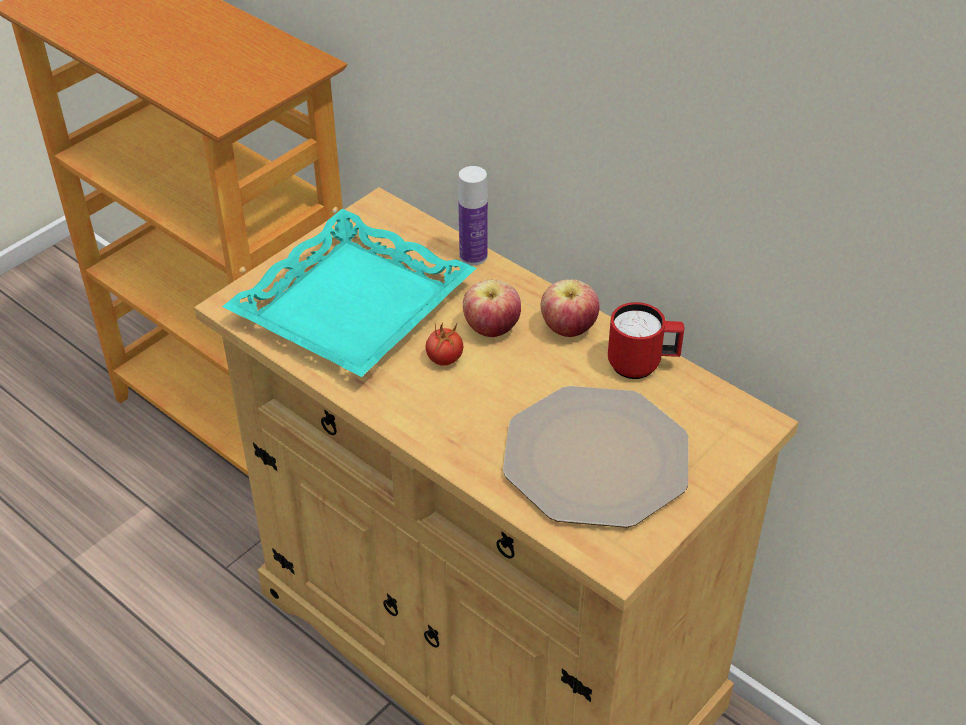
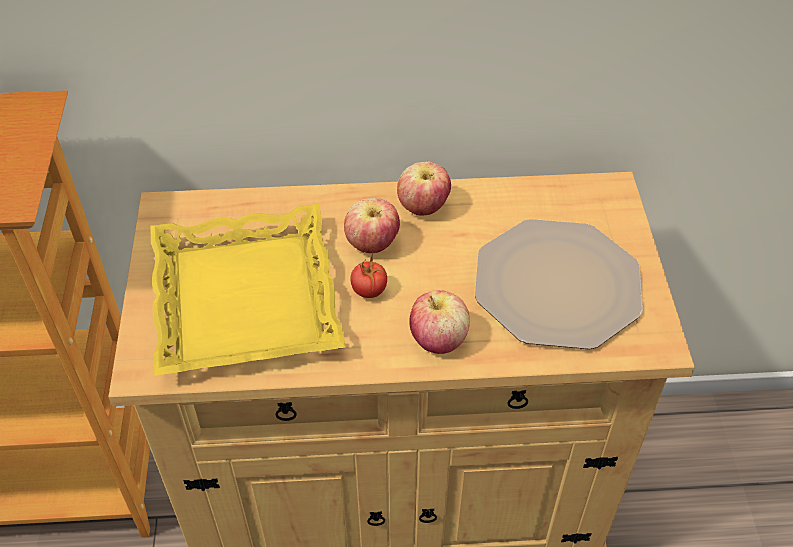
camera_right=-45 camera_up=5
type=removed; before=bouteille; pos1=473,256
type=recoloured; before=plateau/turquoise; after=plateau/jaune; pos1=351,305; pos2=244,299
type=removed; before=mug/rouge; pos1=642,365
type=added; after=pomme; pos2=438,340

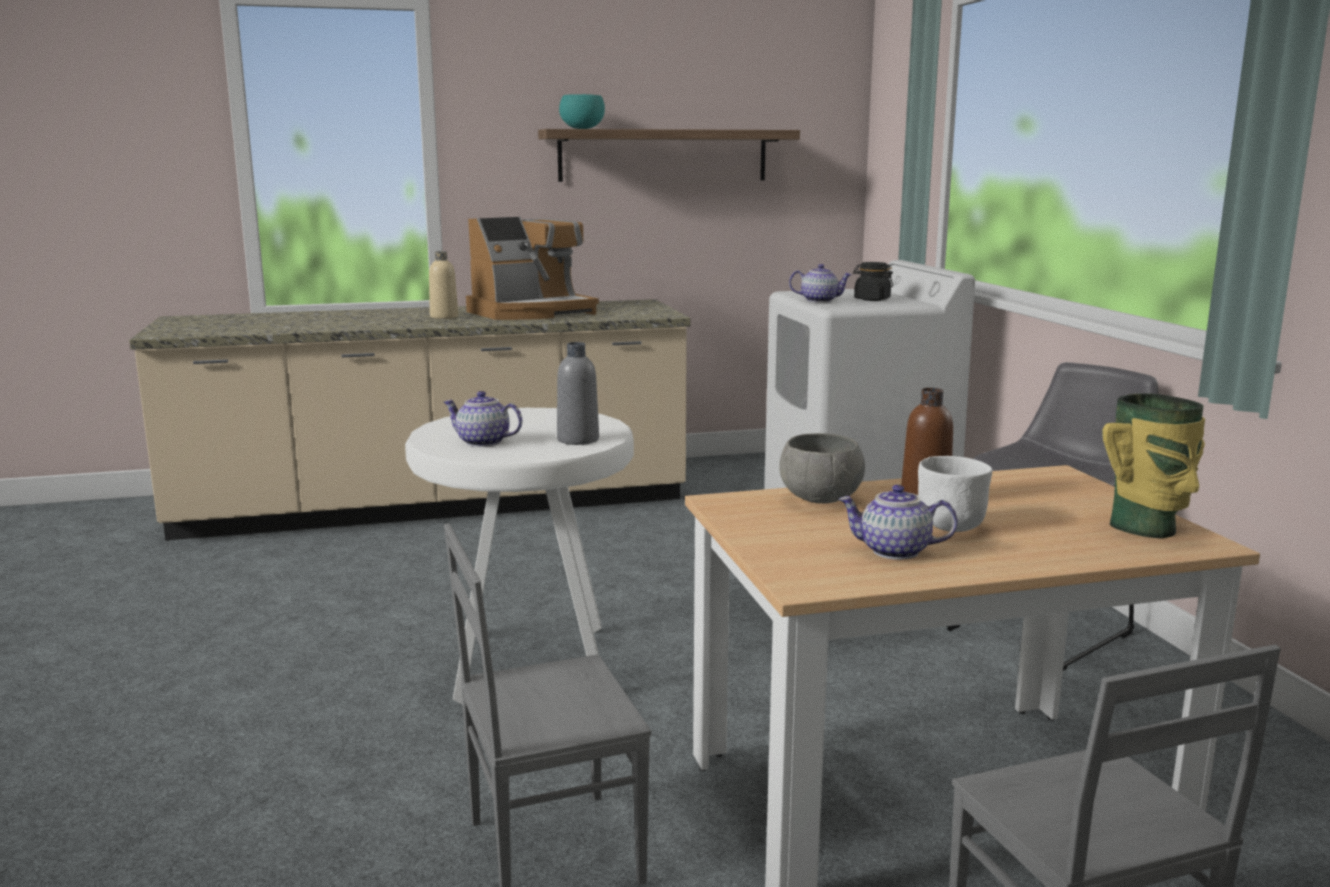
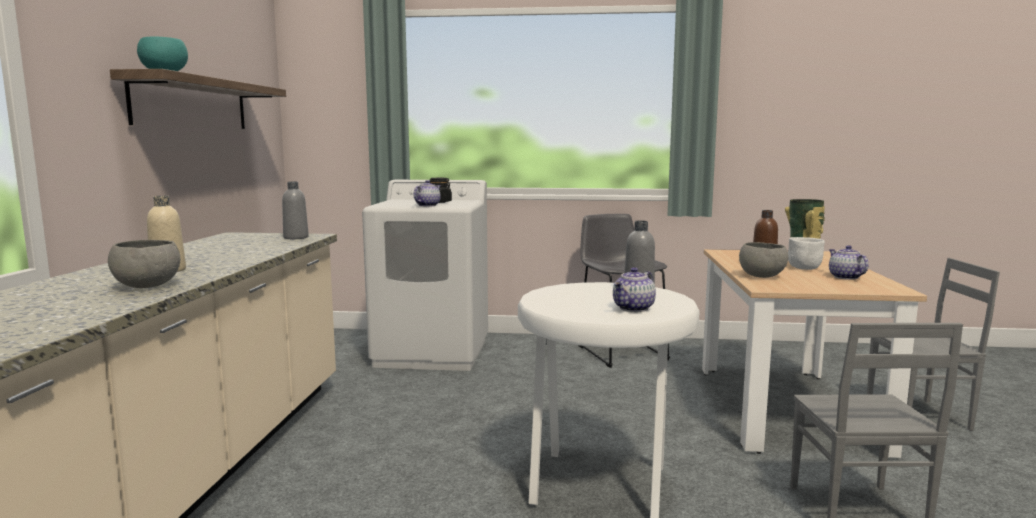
camera_right=-70 camera_up=-5
type=removed; before=machine à café; pos1=532,312
type=turned; before=théière; pos1=894,552; pos2=844,277; turn=135
type=added; after=bouteille/gris; pos2=296,237
type=added; after=bol/gris; pos2=148,286

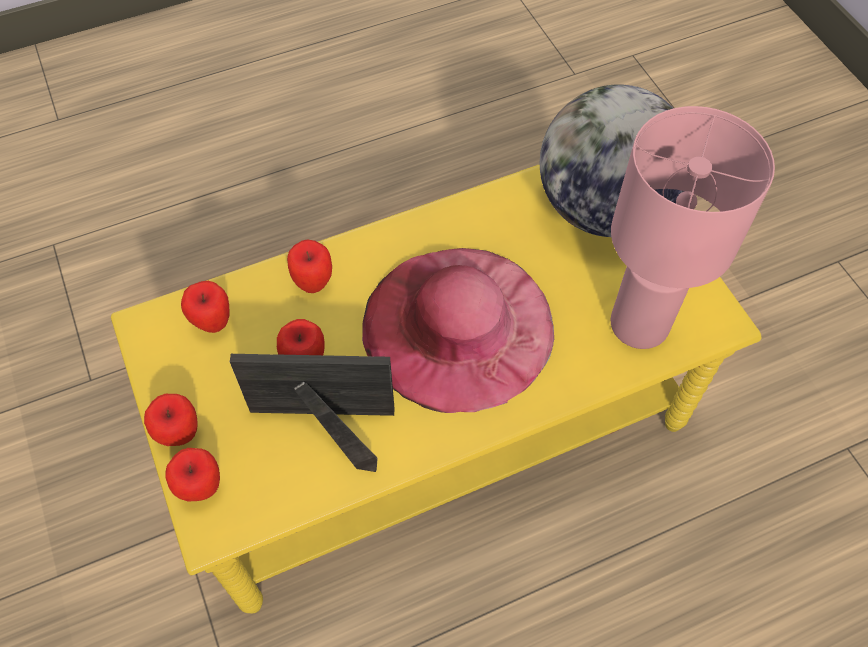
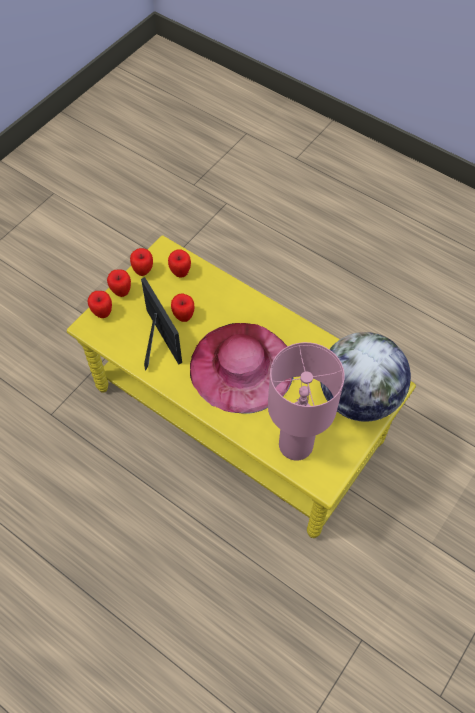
camera_right=60 camera_up=0
type=moved; before=pomme; pos1=313,283; pos2=143,271

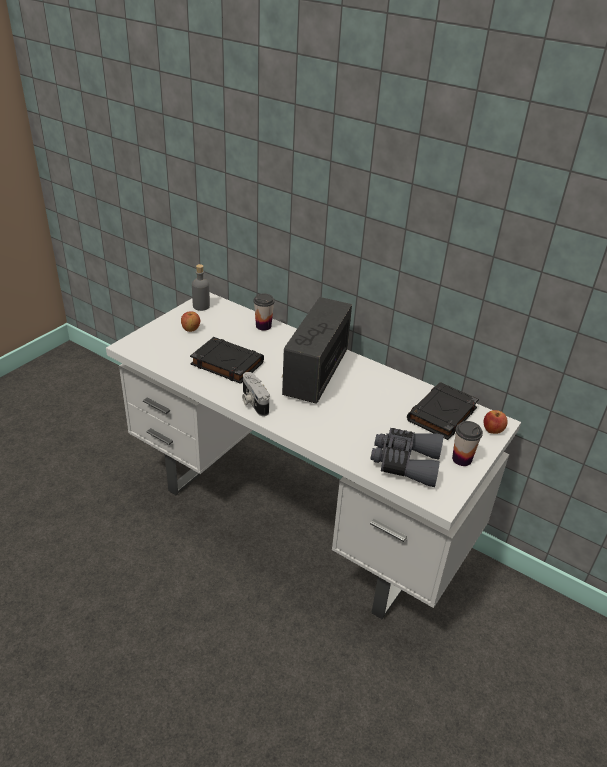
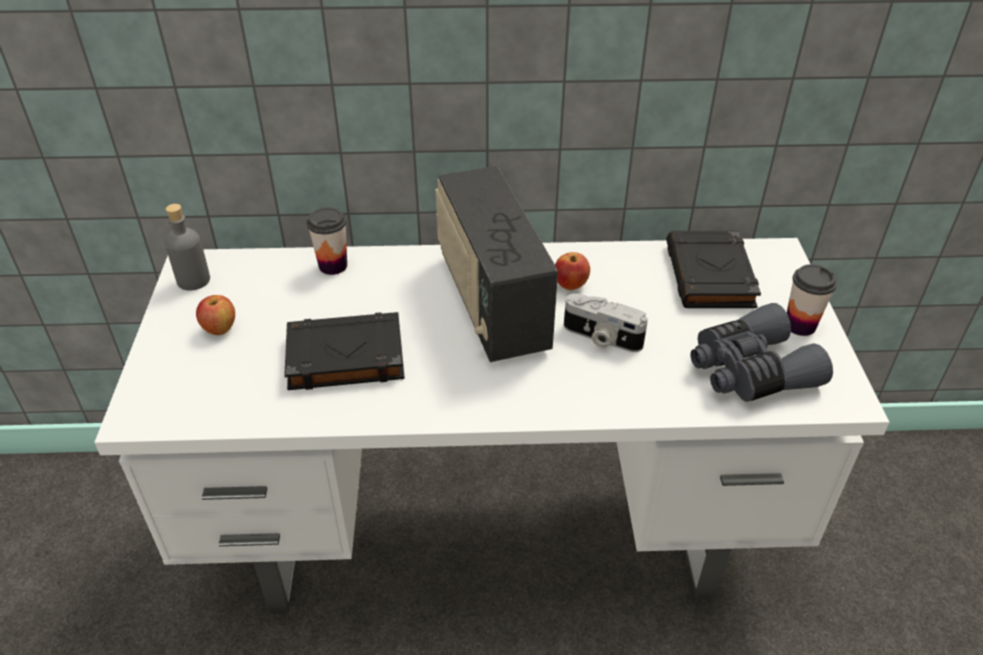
camera_right=-35 camera_up=5
type=moved; before=appareil photo; pos1=253,402; pos2=601,338
type=moved; before=pomme; pos1=492,430; pos2=571,285

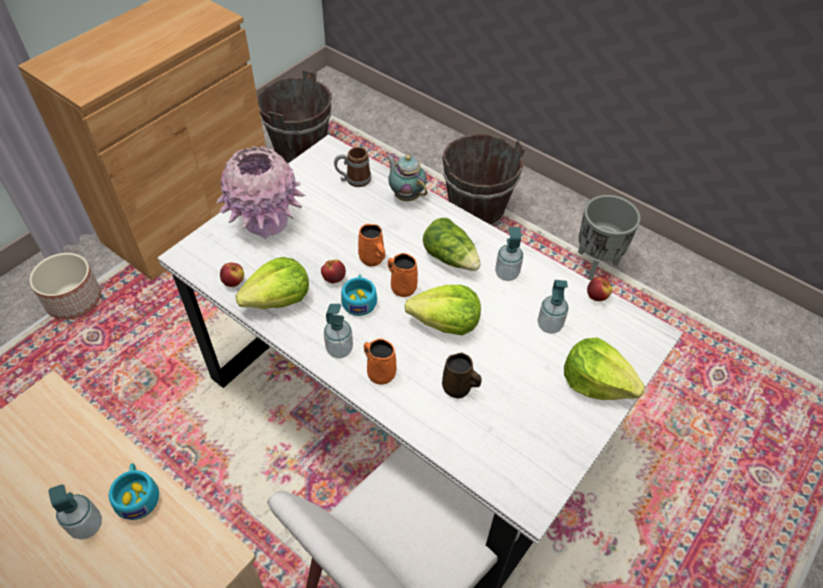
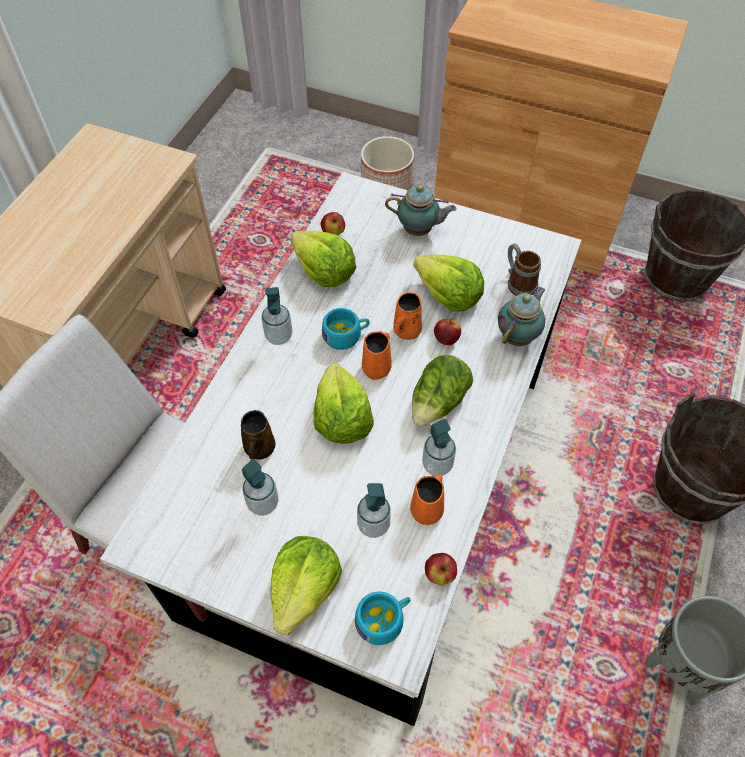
camera_right=75 camera_up=5
type=replaced; before=vase/rose; after=théière; pos1=266,222; pos2=419,231
type=moved; before=pomme; pos1=334,279; pos2=446,339
type=moved; before=mug/orange; pos1=380,372; pos2=427,509
type=moved; before=tasse/turquoise; pos1=138,495; pos2=384,619
type=moved; before=distributeur de savon; pos1=87,525; pos2=263,503
type=added; after=laitue; pos2=448,296

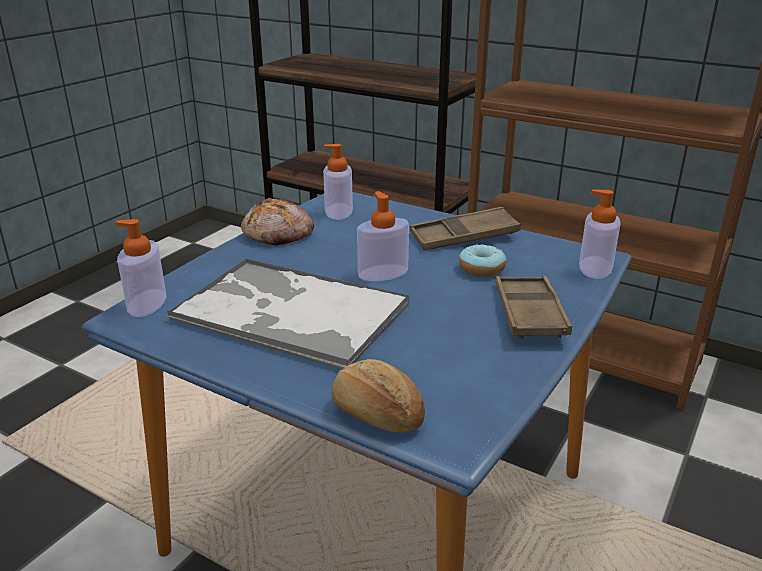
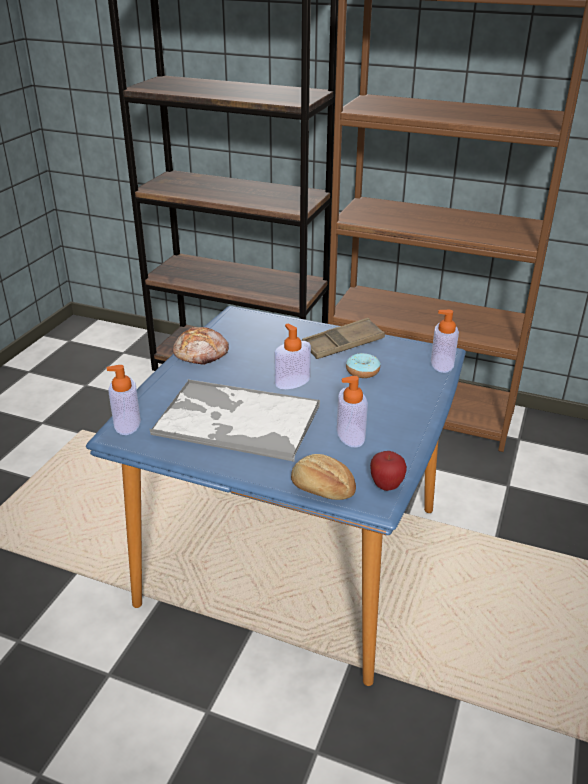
camera_right=-10 camera_up=5
type=moved; before=distributeur de savon; pos1=338,211; pos2=350,435
type=removed; before=plateau/marron; pos1=529,313
type=added; after=pomme; pos2=386,486

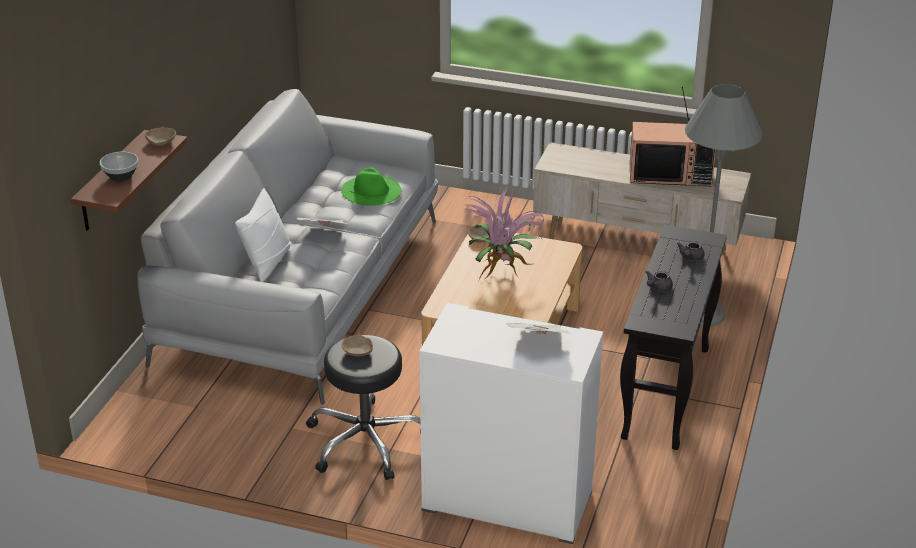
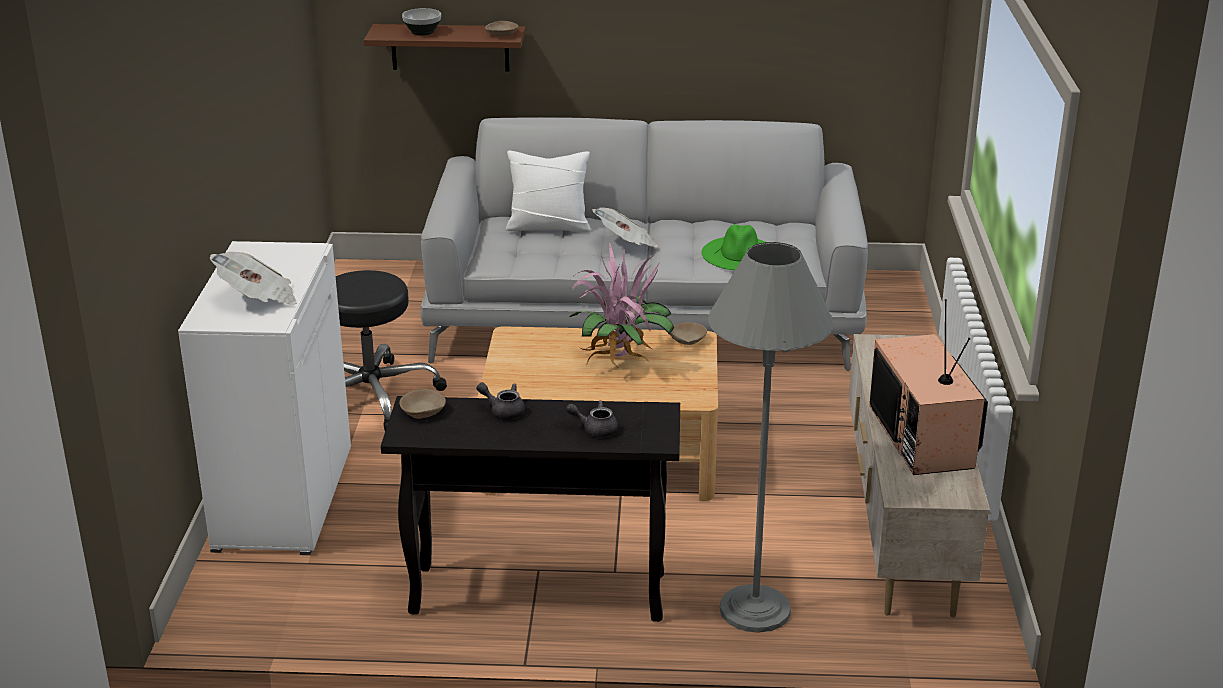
camera_right=75 camera_up=-5
type=moved; before=bol/beige; pos1=358,351; pos2=423,412

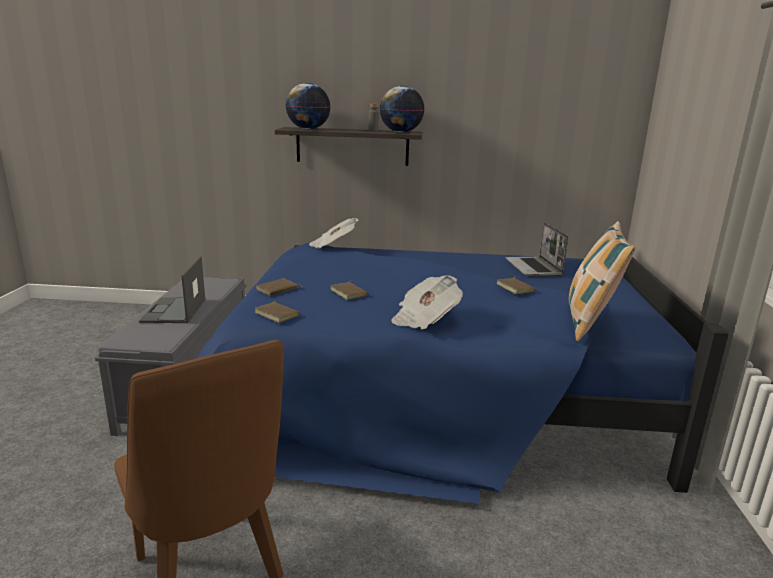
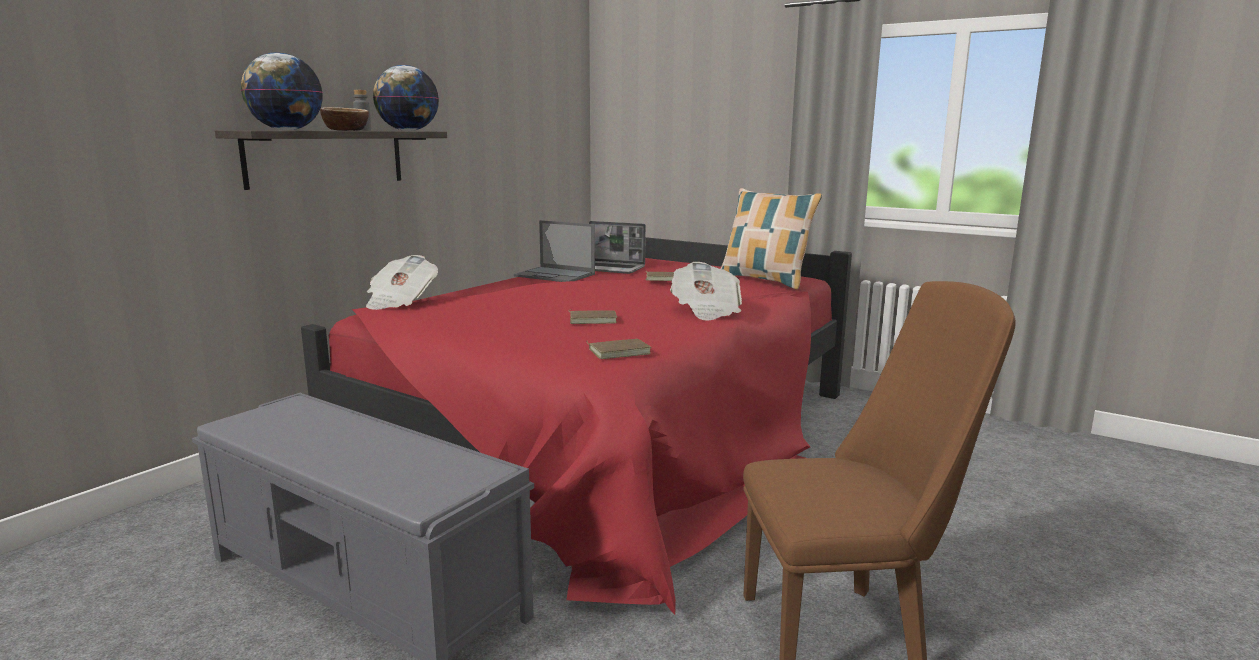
camera_right=-60 camera_up=-5
type=recoloured; before=lit/bleu; after=lit/rouge; pos1=435,395; pos2=615,434
type=moved; before=ordinateur portable; pos1=174,311; pos2=555,275
type=removed; before=livre/marron; pos1=278,290
type=added; after=bol; pos2=346,130

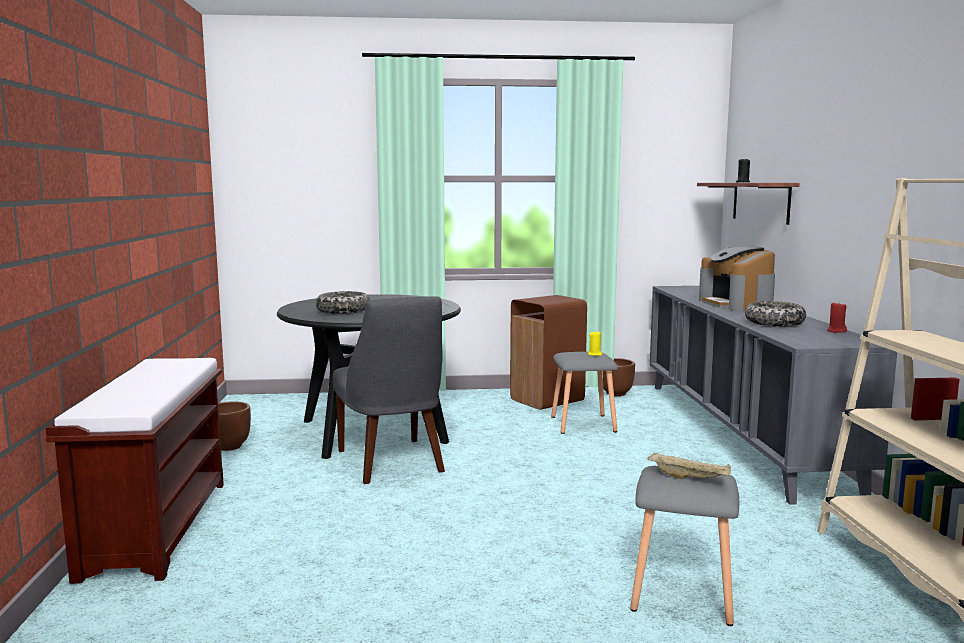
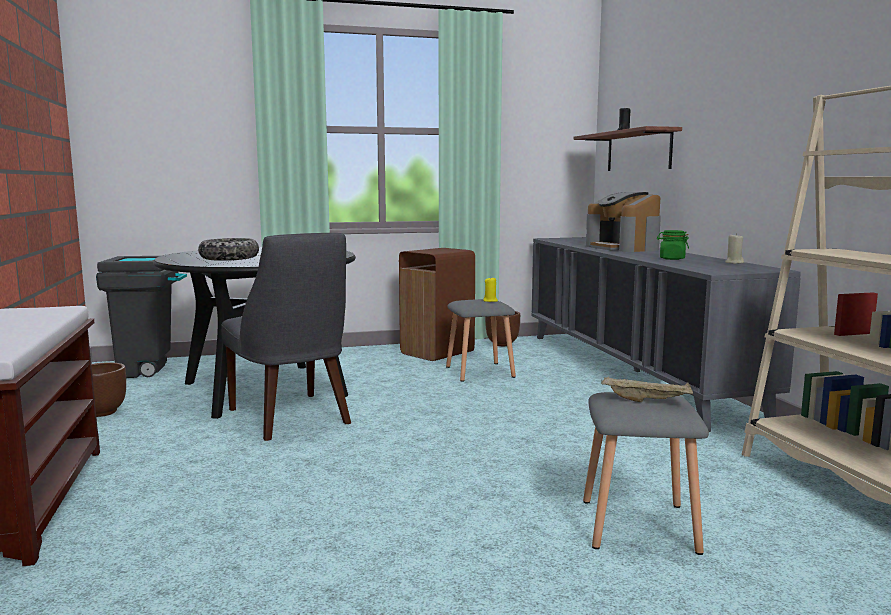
camera_right=-10 camera_up=0
type=replaced; before=bol; after=bocal/vert; pos1=774,323; pos2=671,259
type=recoloured; before=bougie/rouge; after=bougie/beige; pos1=836,331; pos2=734,262
type=added; after=poubelle/gris; pos2=150,371

